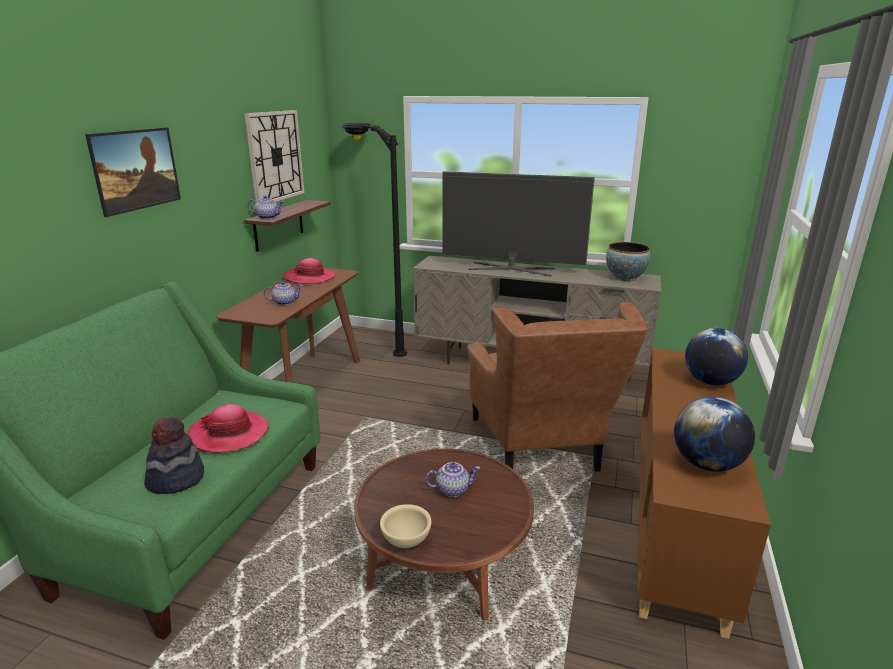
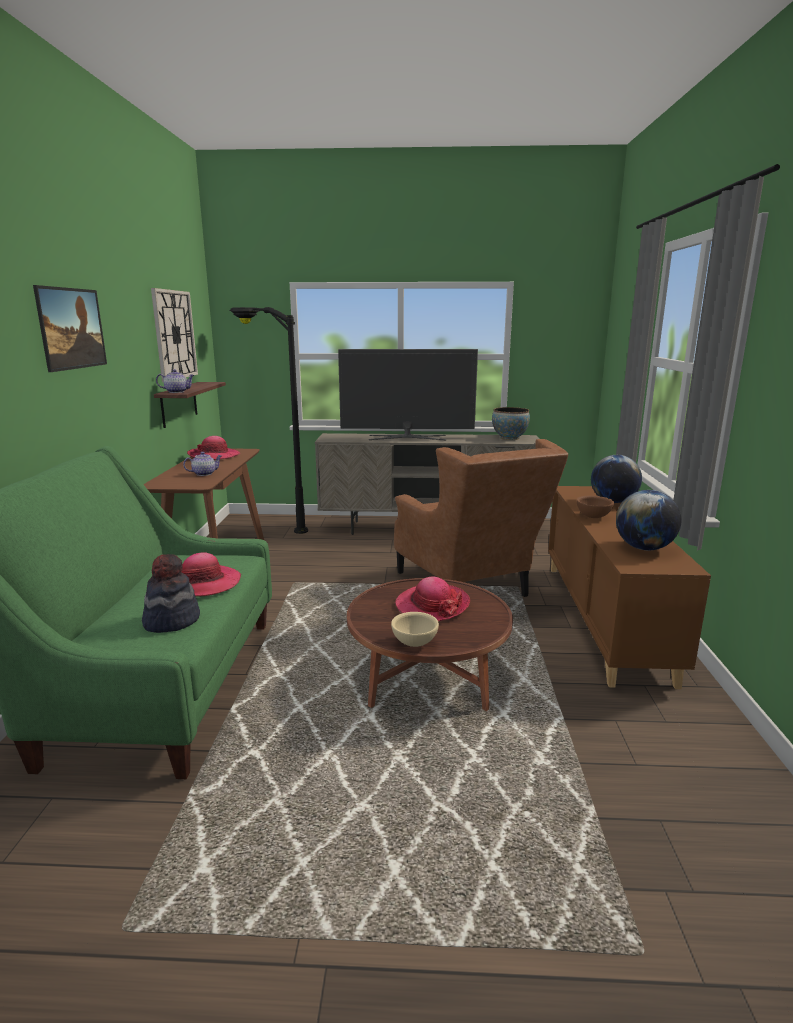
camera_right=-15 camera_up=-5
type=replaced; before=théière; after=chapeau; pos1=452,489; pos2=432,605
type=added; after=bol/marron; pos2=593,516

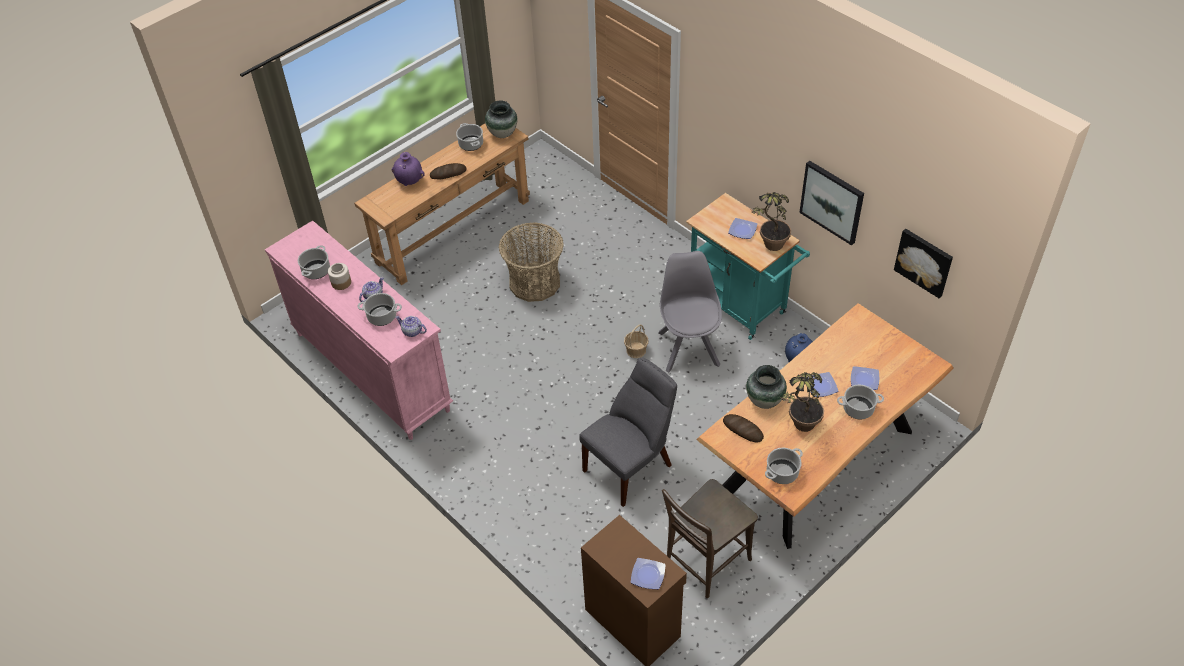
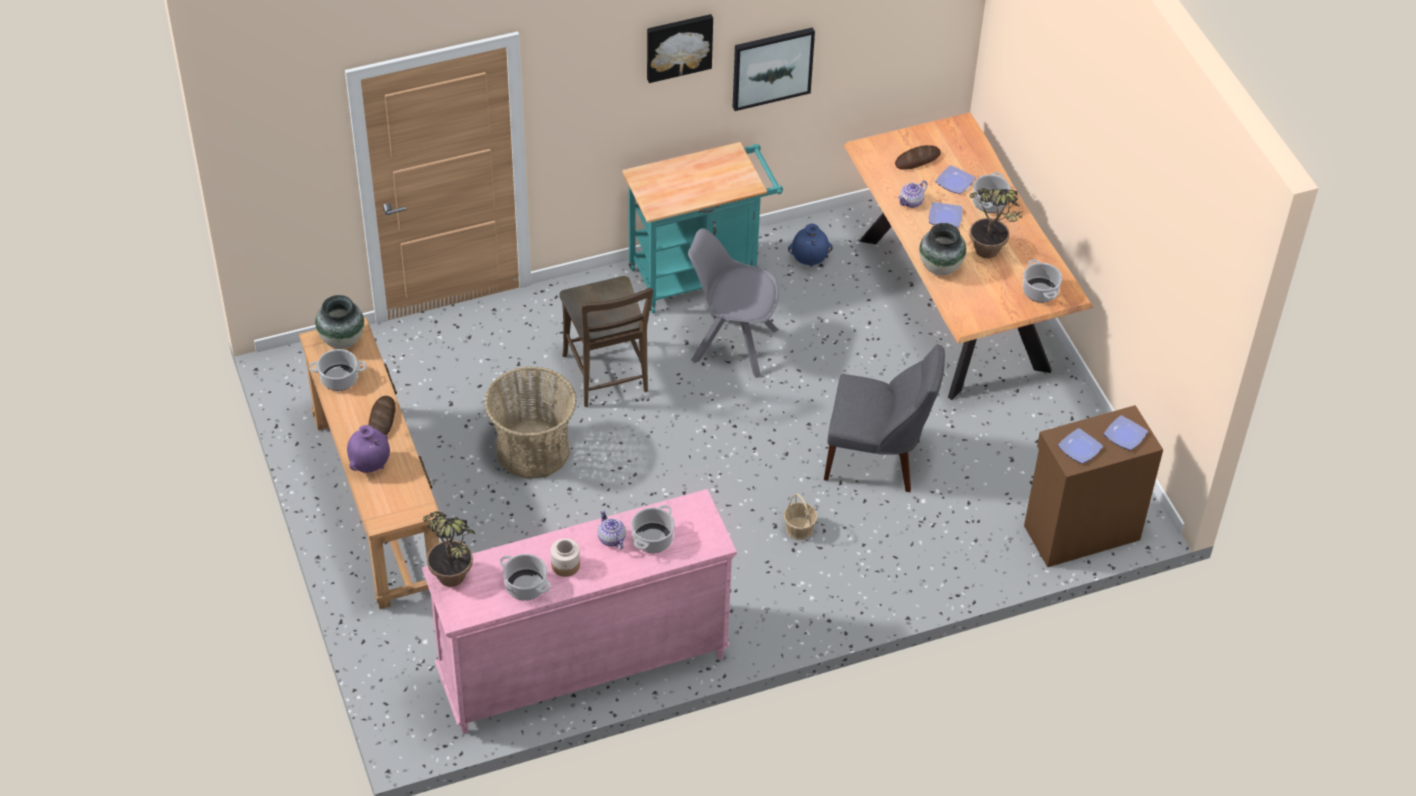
camera_right=-70 camera_up=0
type=moved; before=plante en pot; pos1=769,248; pos2=454,584
type=moved; before=assiette; pos1=743,230; pos2=1080,448
type=moved; before=tableau; pos1=924,262; pos2=678,46
type=moved; before=théière; pos1=412,331; pos2=911,202
type=moved; before=panier; pos1=636,350; pos2=799,528
type=turned; before=chaise/gris; pos1=631,466; pos2=877,460; turn=120
type=moved; before=pain; pos1=743,430; pos2=917,160
type=moved; before=chaise/marron; pos1=705,563; pos2=606,377

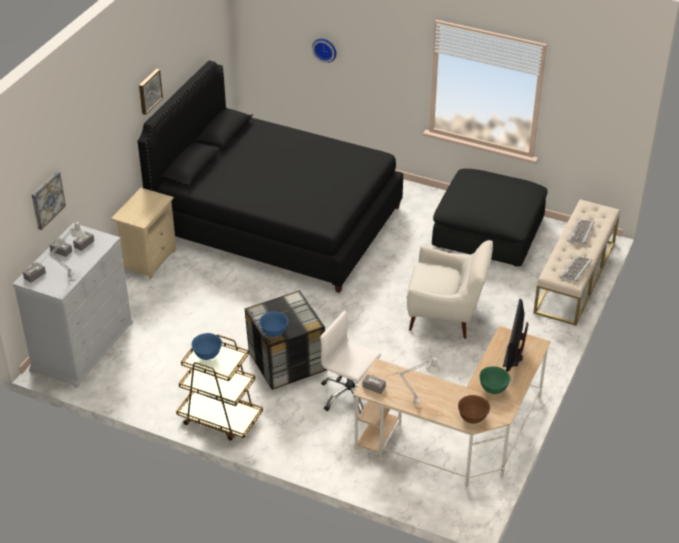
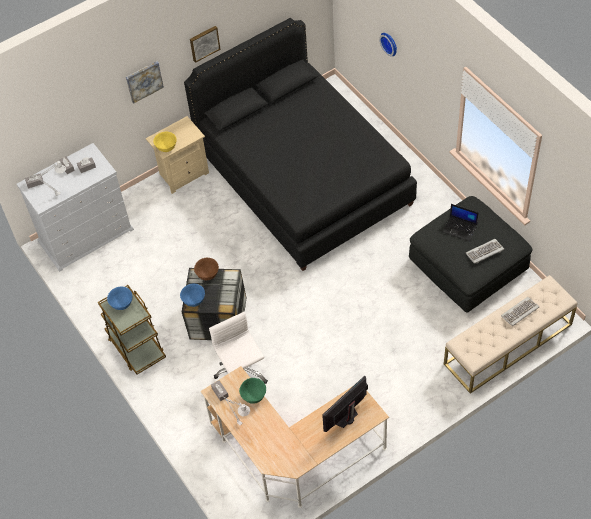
camera_right=35 camera_up=15
type=moved; before=tableau; pos1=47,199; pos2=144,81
type=removed; before=fauteuil/blanc; pos1=446,315
type=moved; before=clavier; pos1=576,270; pos2=484,252
type=moved; before=bol/vert; pos1=493,388; pos2=253,396
type=moved; before=bol/marron; pos1=473,418; pos2=208,275
type=added; after=bol/jaune; pos2=166,148
type=added; after=ordinateur portable; pos2=460,228

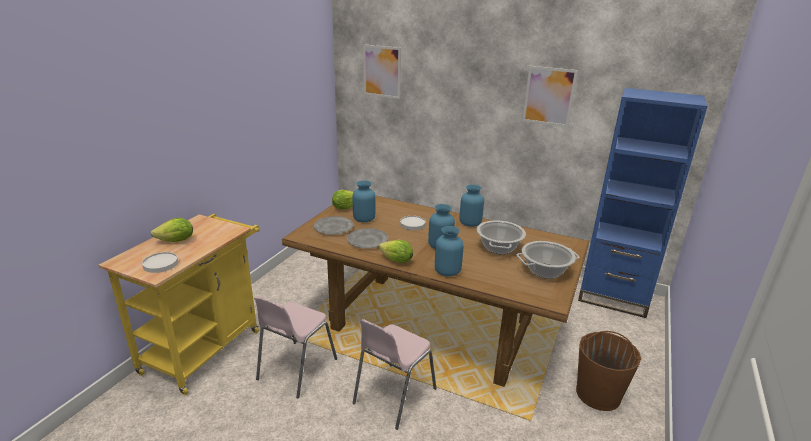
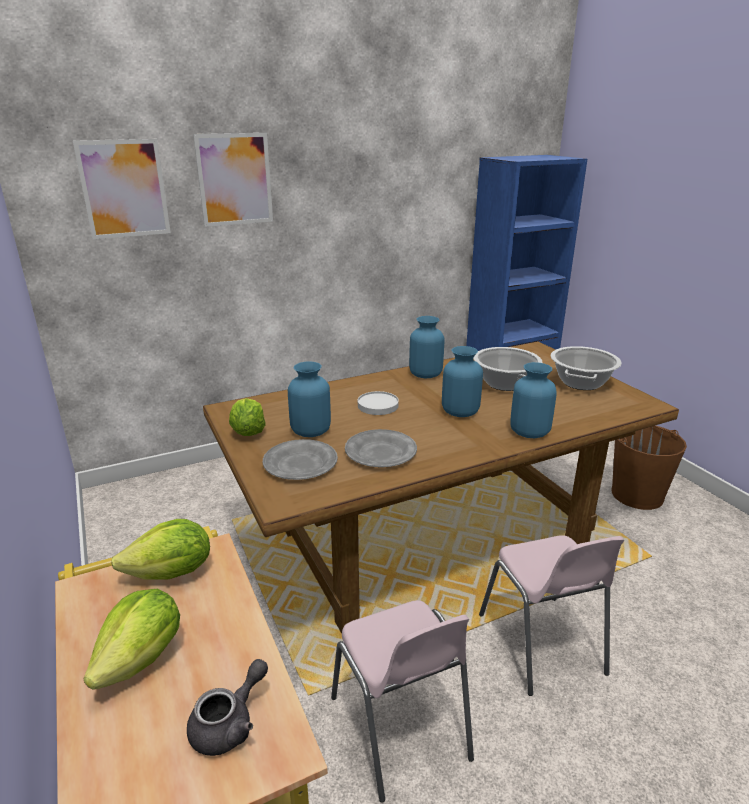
camera_right=-50 camera_up=0
type=moved; before=tableau; pos1=549,96; pos2=235,179
type=moved; before=laitue; pos1=396,261; pos2=172,573
type=replaced; before=assiette/blanc; after=théière/gris; pos1=161,264; pos2=230,724

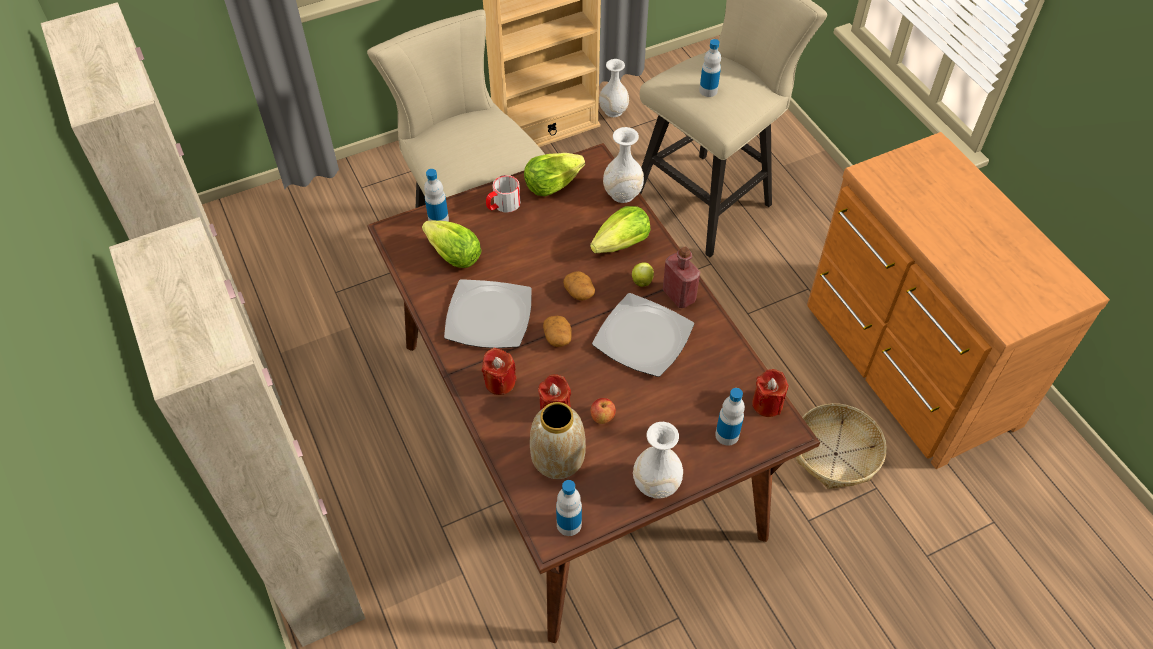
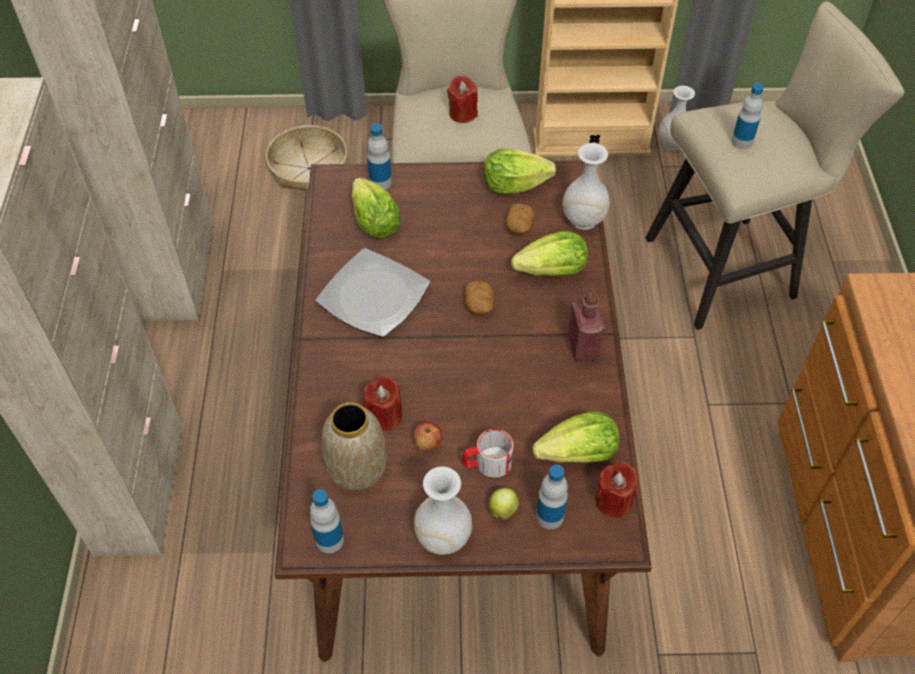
camera_right=25 camera_up=0
type=moved; before=mug; pos1=503,205; pos2=487,463
type=moved; before=pomme; pos1=642,281; pos2=503,509
type=removed; before=assiette; pos1=642,337
type=moved; before=pomme de terre; pos1=558,337; pos2=520,226
type=moved; before=bougie/rouge; pos1=500,382; pos2=462,113
type=moved; before=panier; pos1=835,453; pos2=308,168
type=added; after=laitue; pos2=578,454

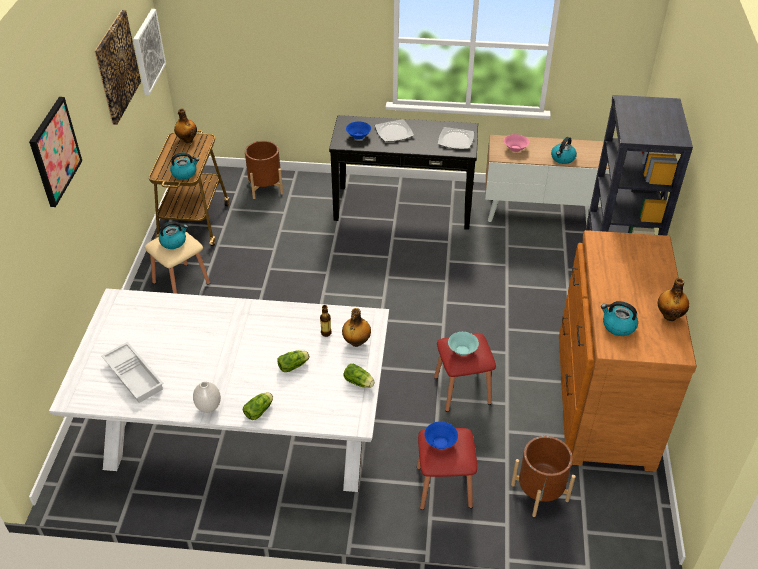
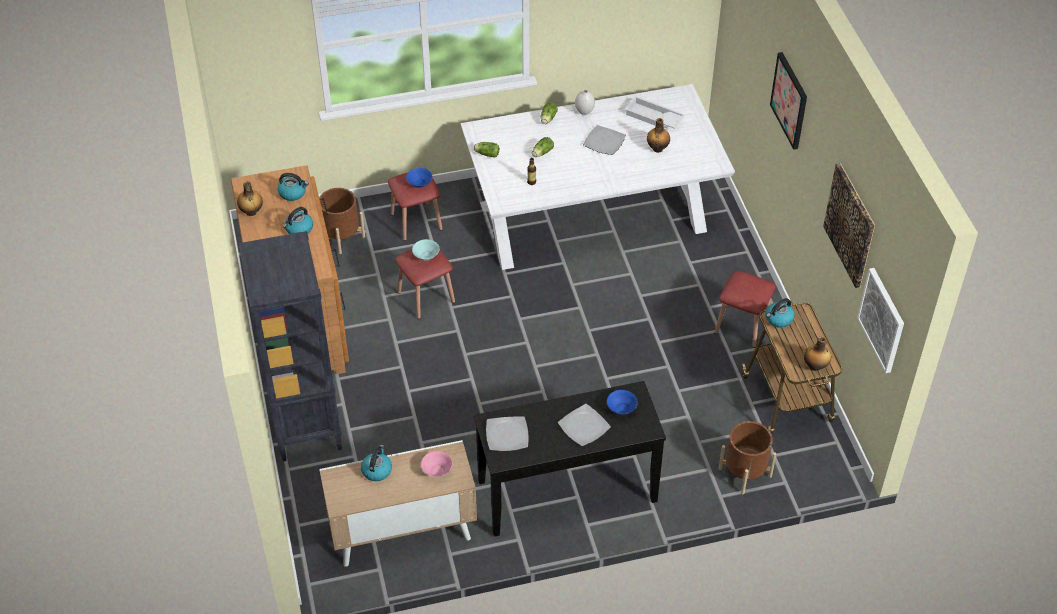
camera_right=160 camera_up=5
type=moved; before=bouilloire; pos1=173,242; pos2=299,229
type=recoloured; before=tabouret/beige; after=tabouret/rouge; pos1=181,283; pos2=742,325
type=moved; before=bouteille; pos1=356,342; pos2=658,148
type=added; after=assiette; pos2=604,141

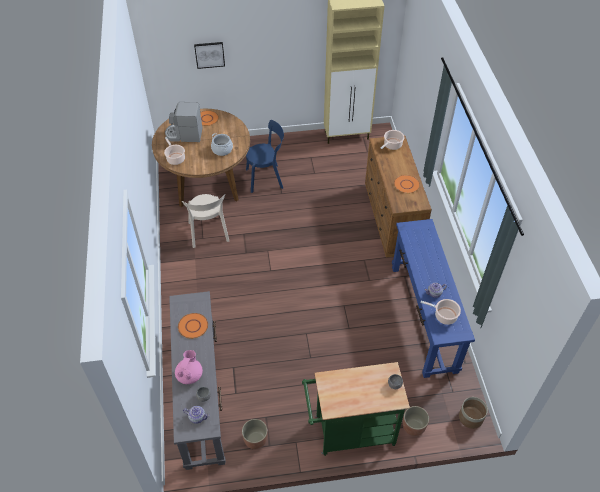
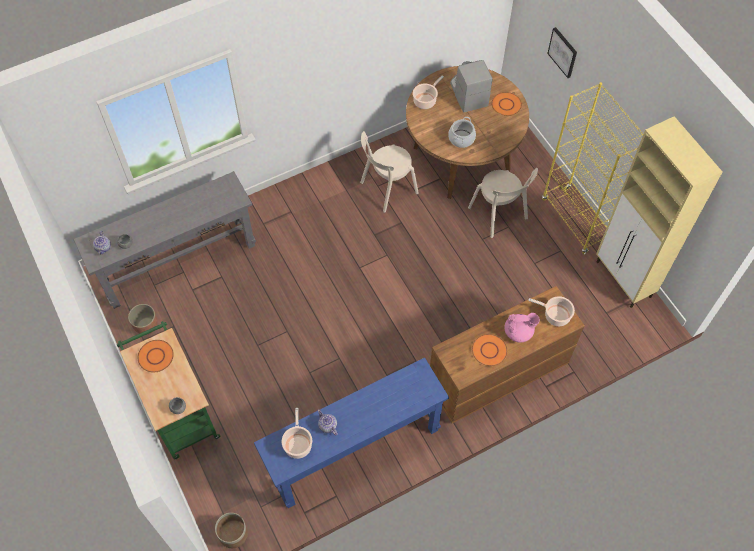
camera_right=70 camera_up=10
type=recoloured; before=chaise/bleu; after=chaise/beige; pos1=266,178; pos2=499,215
type=moved; before=assiette/orange; pos1=193,326; pos2=155,356
type=moved; before=théière/rose; pos1=190,375; pos2=519,332
type=removed; before=cache-pot; pos1=413,427
type=added; after=bibliothèque/jaune; pos2=575,220

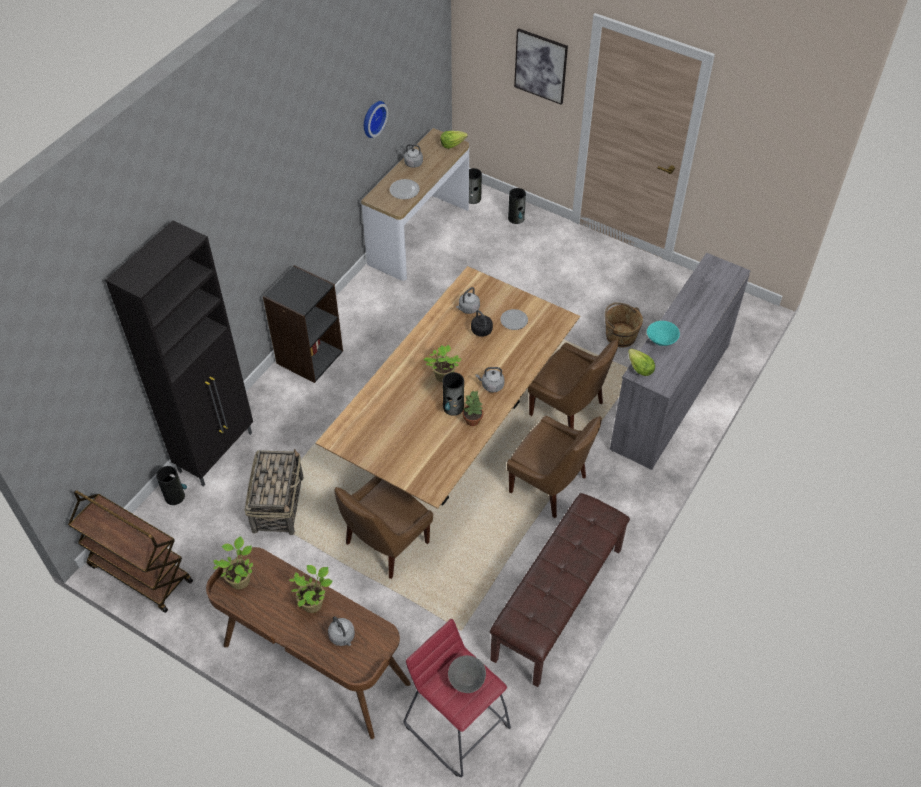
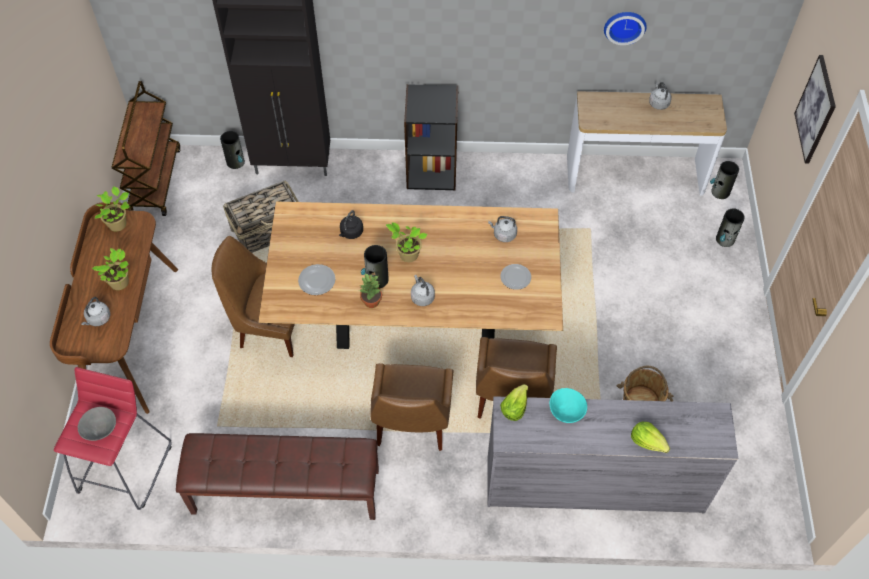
camera_right=60 camera_up=5
type=moved; before=laitue; pos1=452,144; pos2=648,441
type=moved; before=assiette; pos1=405,190; pos2=317,281
type=moved; before=bouilloire/noir; pos1=482,331; pos2=351,233

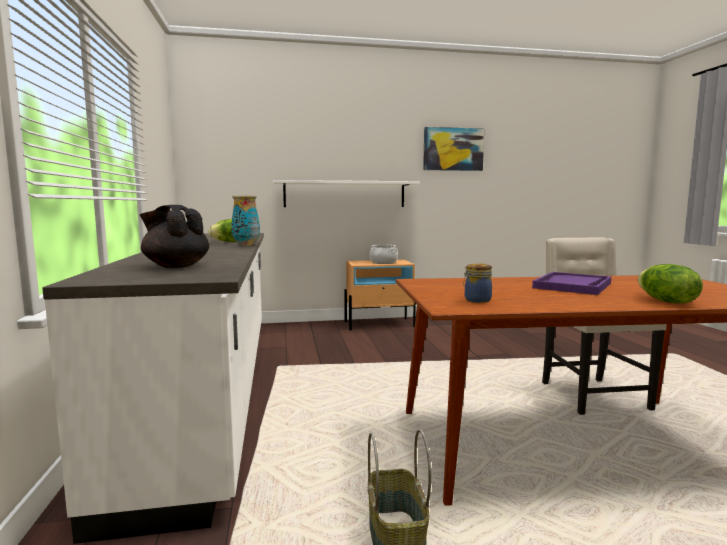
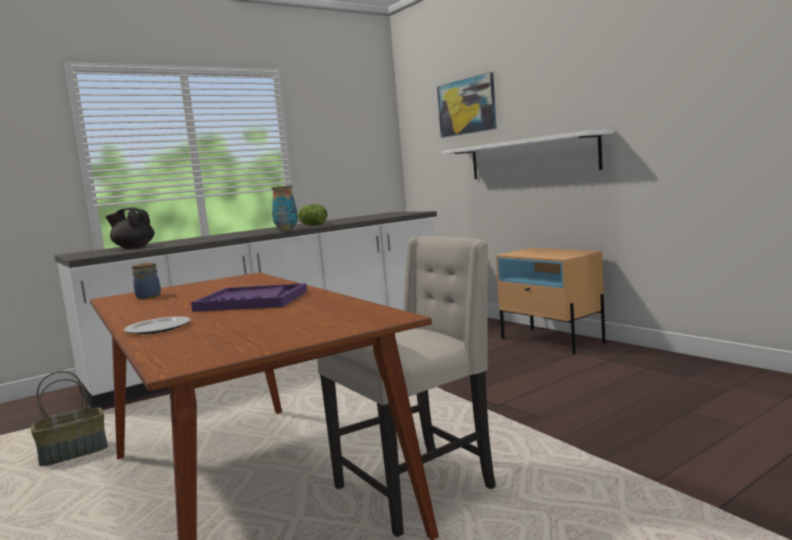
camera_right=65 camera_up=0
type=moved; before=tableau; pos1=453,149; pos2=467,106
type=turned; before=théière/noir; pos1=176,266; pos2=133,248; turn=-75
type=removed; before=marmite; pos1=383,262
type=replaced; before=laitue; after=assiette; pos1=665,301; pos2=157,328

